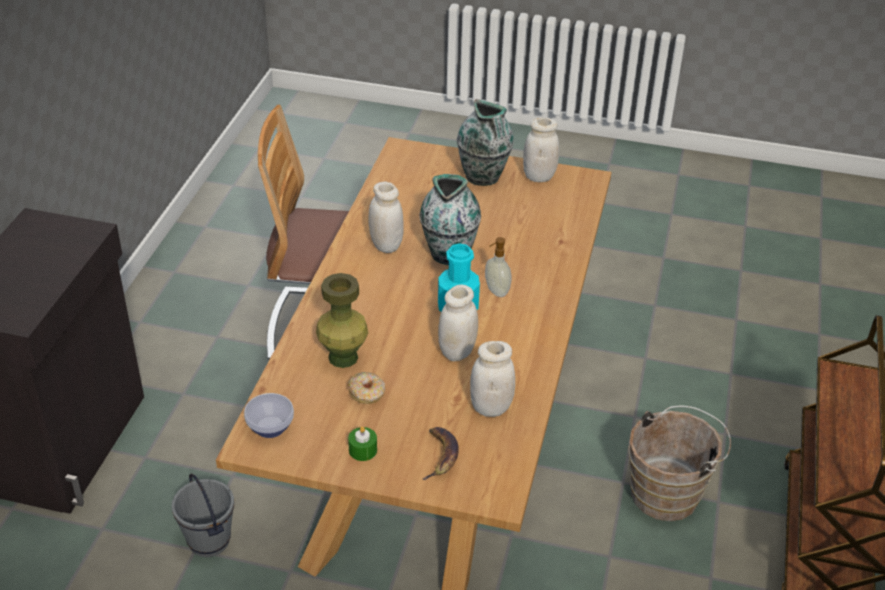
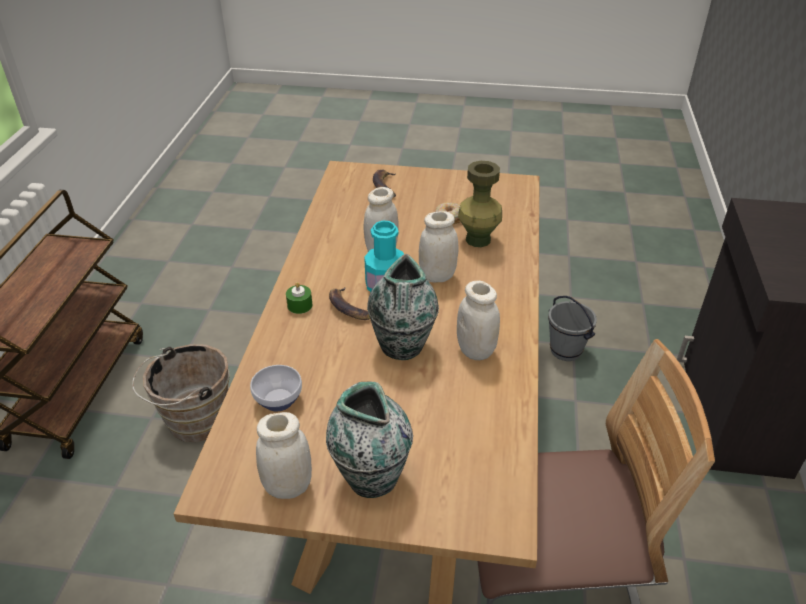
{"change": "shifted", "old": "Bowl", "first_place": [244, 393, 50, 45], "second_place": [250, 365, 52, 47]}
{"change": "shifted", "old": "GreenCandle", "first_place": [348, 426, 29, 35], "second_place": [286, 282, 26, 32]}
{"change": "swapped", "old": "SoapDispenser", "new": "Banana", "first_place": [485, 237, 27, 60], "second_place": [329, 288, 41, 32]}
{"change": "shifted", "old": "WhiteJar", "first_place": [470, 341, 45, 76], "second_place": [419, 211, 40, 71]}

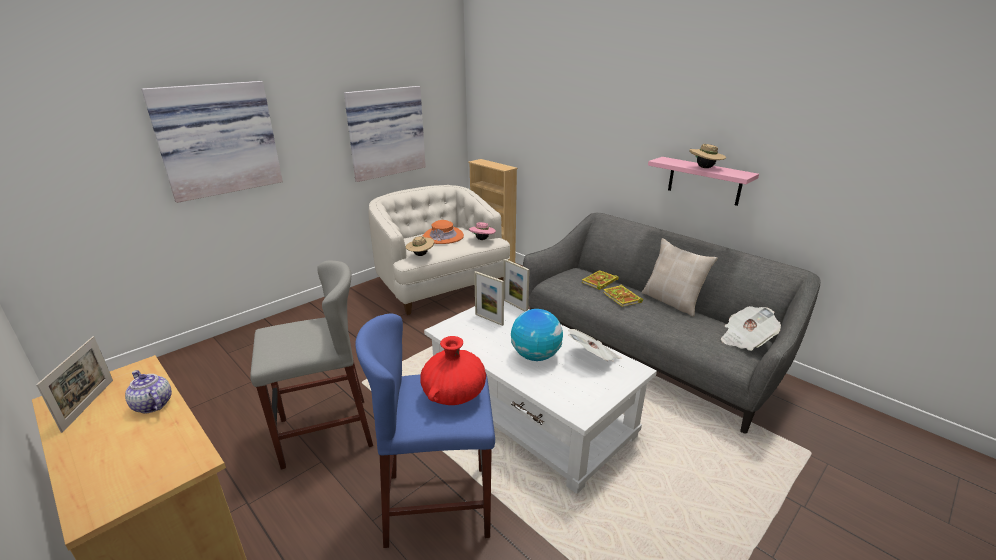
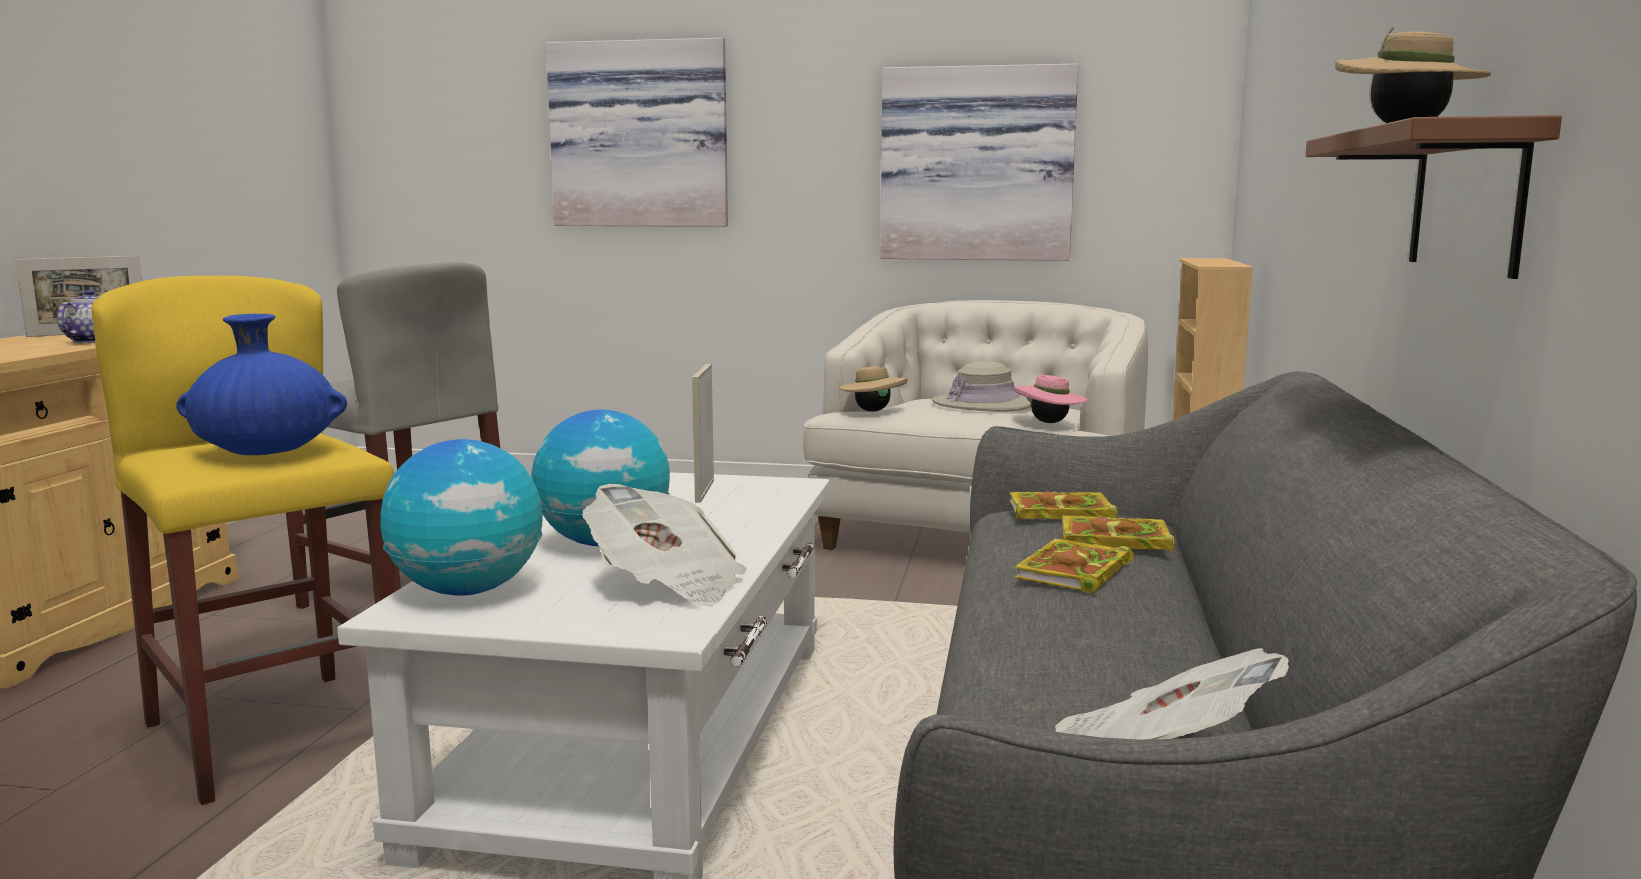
{"change": "repainted", "old": "BlueStool", "new": "YellowStool", "first_place": [356, 313, 139, 235], "second_place": [91, 276, 305, 529]}
{"change": "repainted", "old": "RedVase", "new": "BlueVase", "first_place": [420, 336, 66, 69], "second_place": [176, 314, 171, 141]}
{"change": "new", "new": "Globe", "second_place": [380, 439, 163, 157]}
{"change": "repainted", "old": "OrangeHat", "new": "BeigeHat", "first_place": [423, 220, 41, 24], "second_place": [932, 361, 99, 51]}
{"change": "new", "new": "Book", "second_place": [1010, 492, 107, 27]}
{"change": "repainted", "old": "PinkShelf", "new": "BrownShelf", "first_place": [648, 157, 111, 49], "second_place": [1305, 115, 257, 164]}
{"change": "gone", "old": "PictureFrame", "first_place": [503, 259, 27, 52]}
{"change": "gone", "old": "BeigePillow", "first_place": [641, 238, 77, 79]}

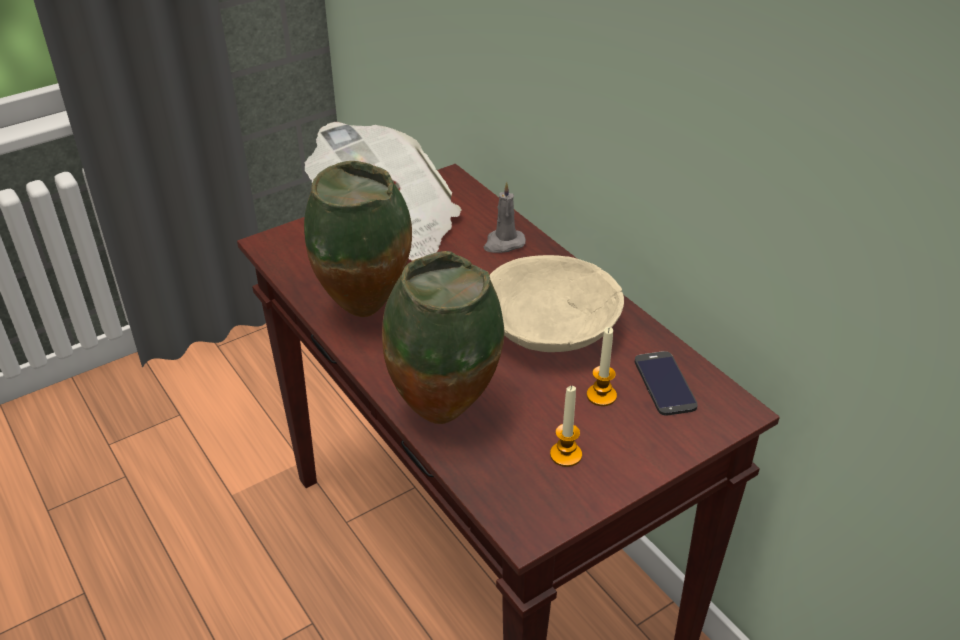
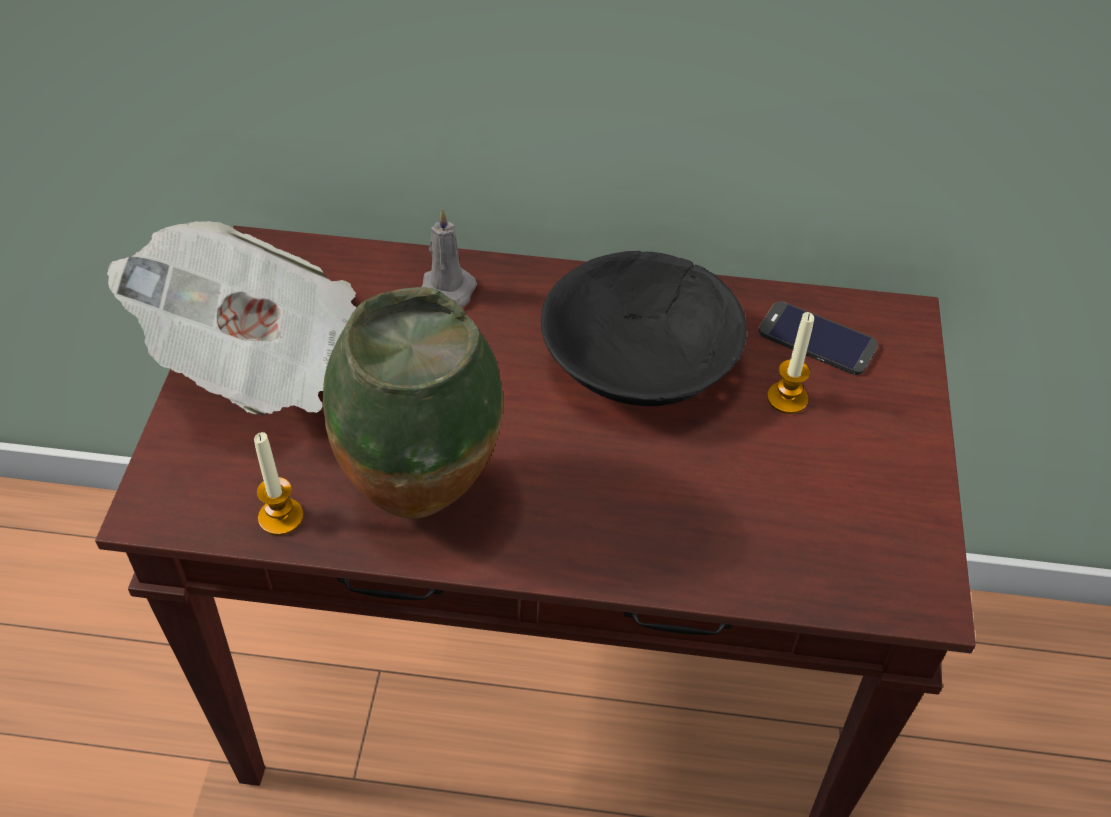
{"change": "shifted", "old": "Candle", "first_place": [550, 386, 32, 81], "second_place": [254, 432, 50, 104]}
{"change": "repainted", "old": "BeigeBowl", "new": "BlackBowl", "first_place": [490, 255, 134, 97], "second_place": [541, 251, 206, 155]}
{"change": "gone", "old": "Vase", "first_place": [382, 251, 122, 173]}

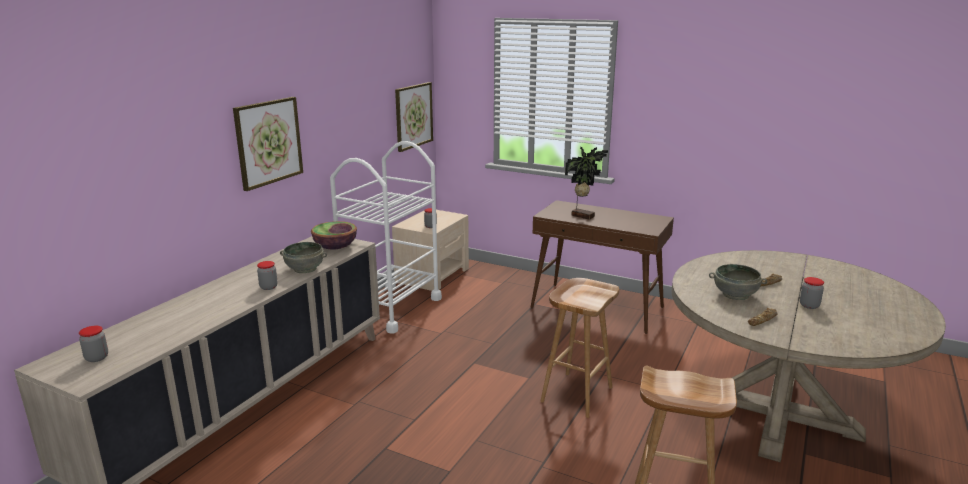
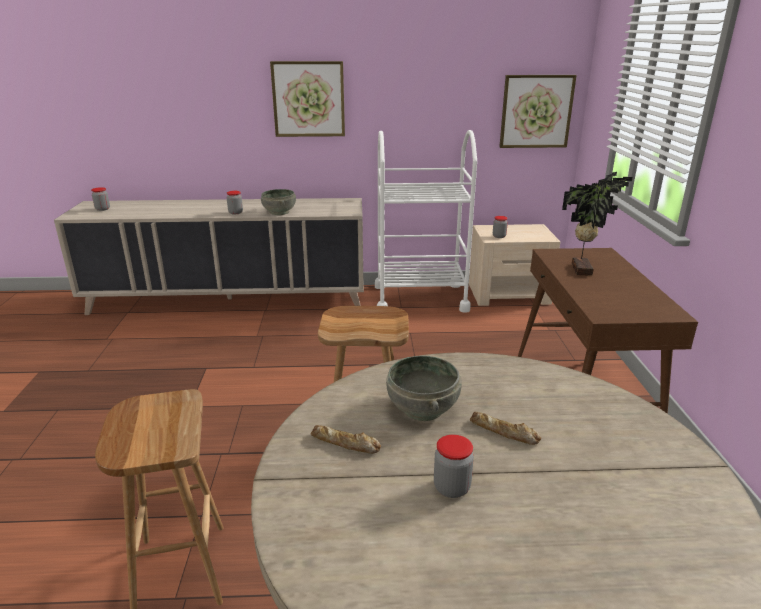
{"change": "gone", "old": "Bowl", "first_place": [311, 221, 46, 29]}

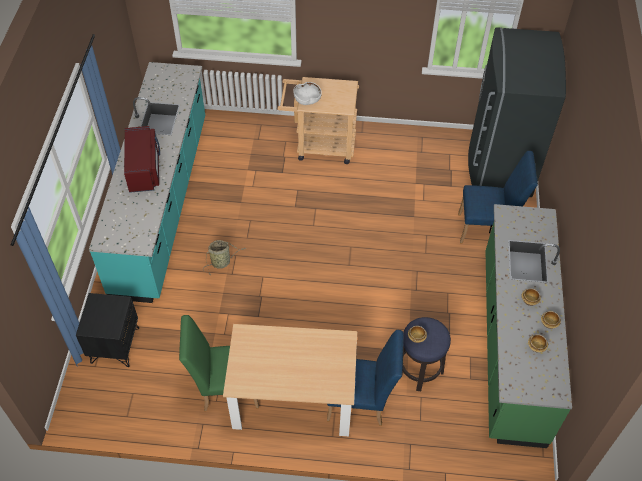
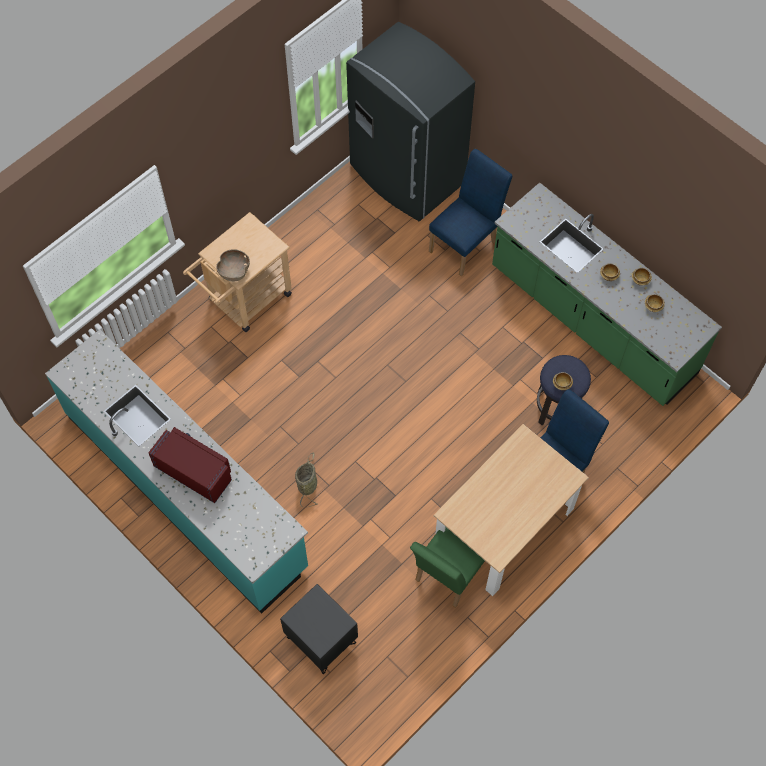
{"change": "repainted", "old": "WhiteBowl", "new": "BrownBowl", "first_place": [293, 82, 29, 23], "second_place": [216, 249, 34, 33]}

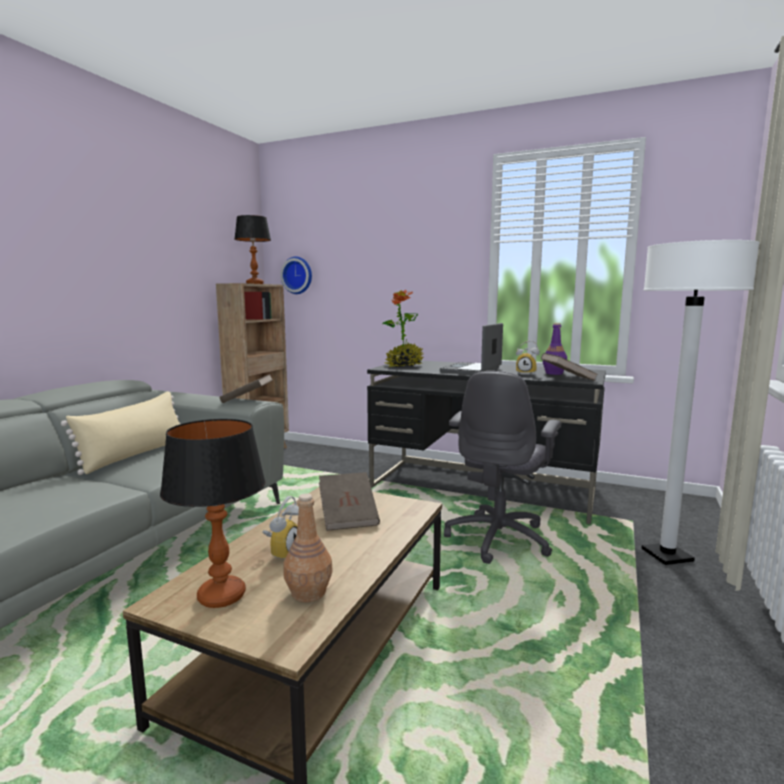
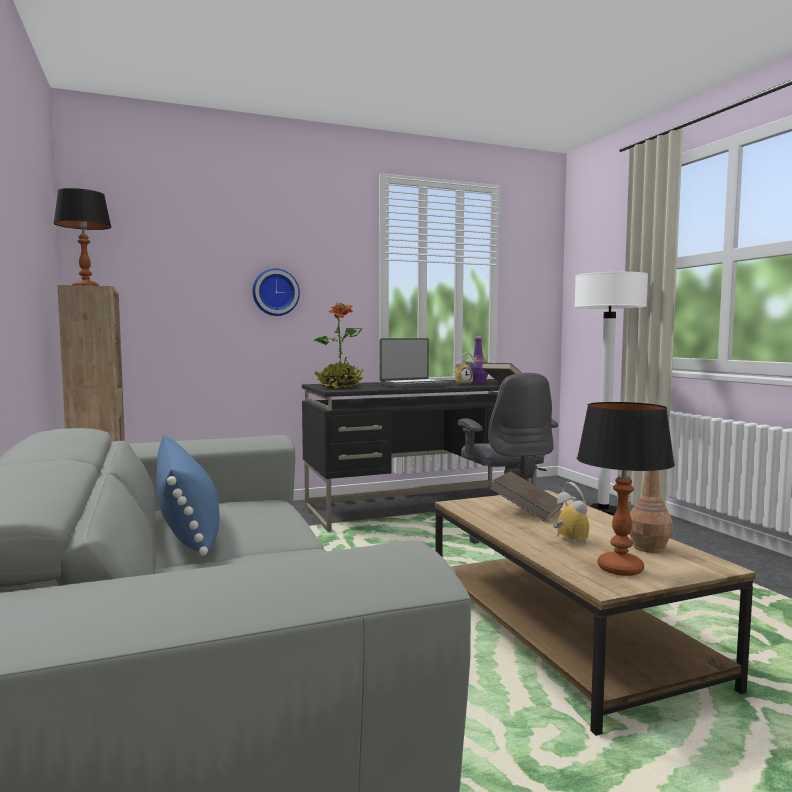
{"change": "repainted", "old": "BeigePillow", "new": "BluePillow", "first_place": [61, 391, 119, 84], "second_place": [156, 435, 63, 121]}
{"change": "shifted", "old": "WallClock", "first_place": [280, 256, 32, 38], "second_place": [253, 268, 47, 48]}
{"change": "rotated", "old": "Laptop", "first_place": [440, 323, 63, 52], "second_place": [380, 338, 72, 50], "degrees": -105}
{"change": "gone", "old": "BrownBook", "first_place": [220, 374, 52, 29]}

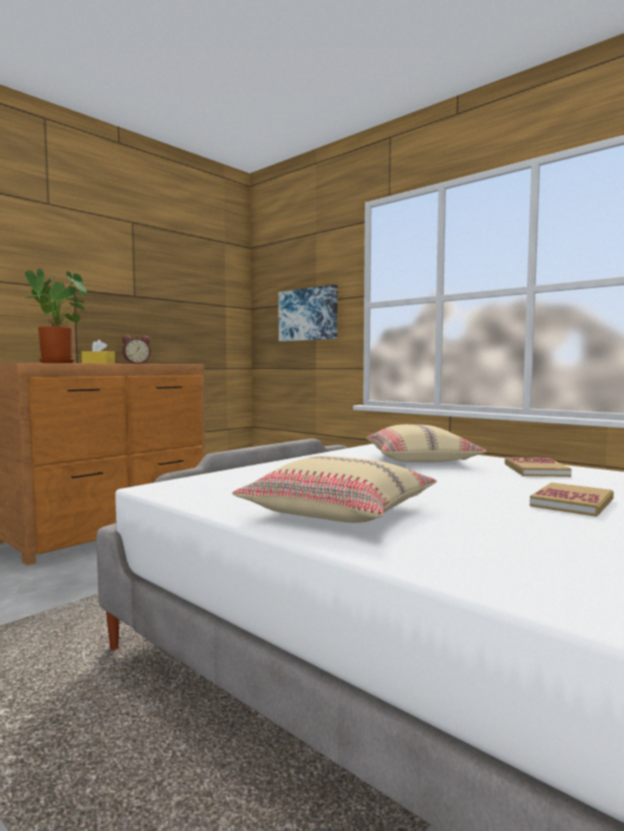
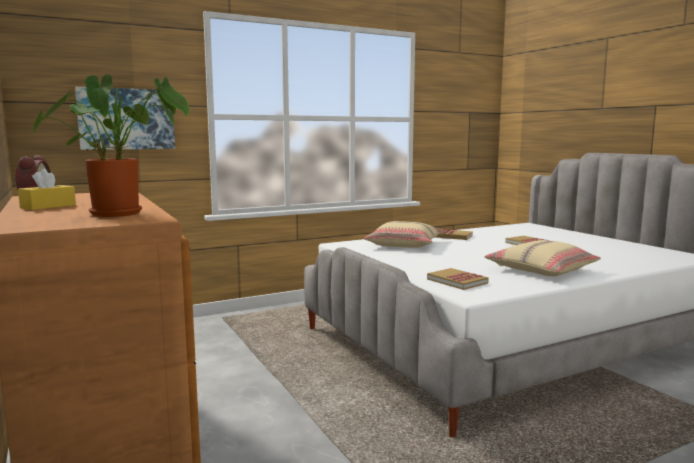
{"change": "new", "new": "Book", "second_place": [427, 268, 62, 22]}

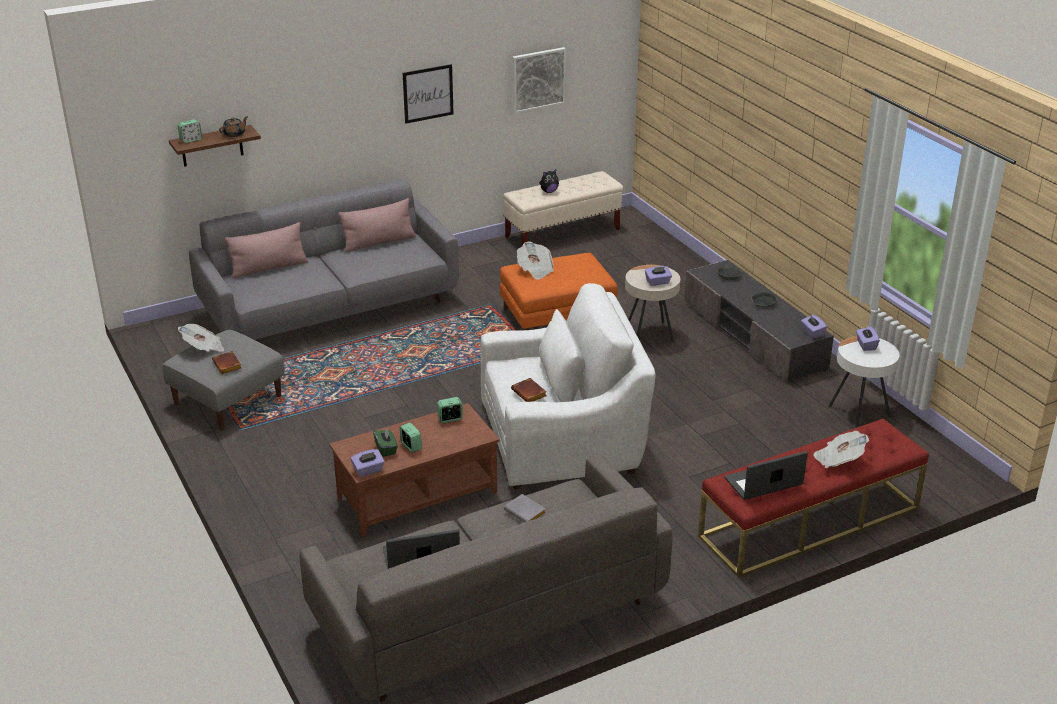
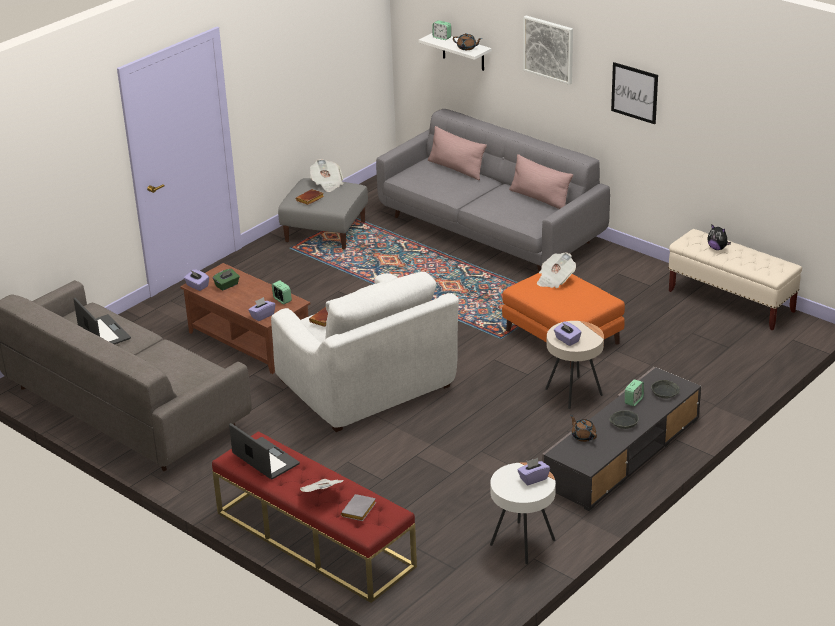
{"change": "shifted", "old": "PurpleTissueBox", "first_place": [801, 315, 26, 23], "second_place": [248, 297, 27, 24]}
{"change": "shifted", "old": "GreyBook", "first_place": [504, 494, 42, 29], "second_place": [341, 494, 35, 27]}
{"change": "repainted", "old": "BrownShelf", "new": "WhiteShelf", "first_place": [169, 125, 92, 42], "second_place": [419, 33, 73, 38]}
{"change": "shifted", "old": "Picture", "first_place": [512, 47, 54, 67], "second_place": [523, 16, 50, 69]}
{"change": "new", "new": "BrownTeapot", "second_place": [570, 415, 27, 27]}
{"change": "shifted", "old": "AlarmClock", "first_place": [400, 423, 22, 30], "second_place": [625, 379, 19, 27]}

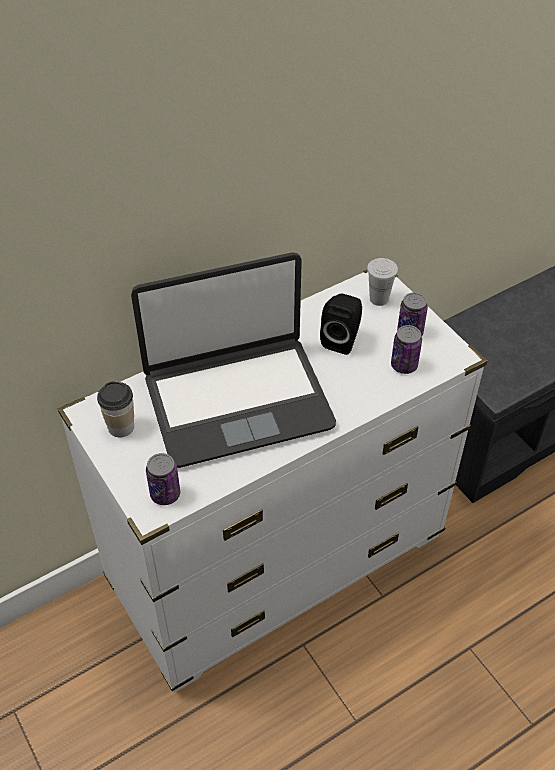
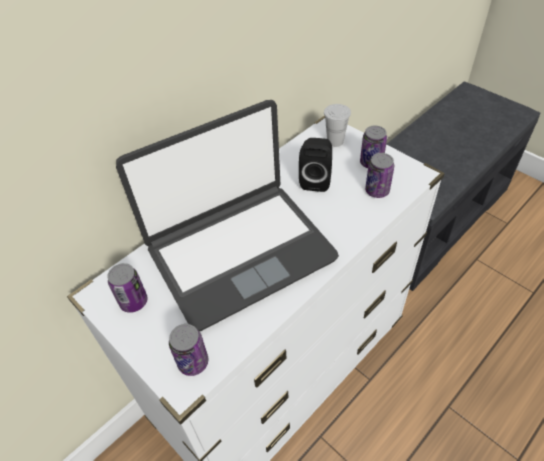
{"change": "swapped", "old": "Cup", "new": "Can", "first_place": [97, 381, 37, 56], "second_place": [107, 263, 41, 50]}

